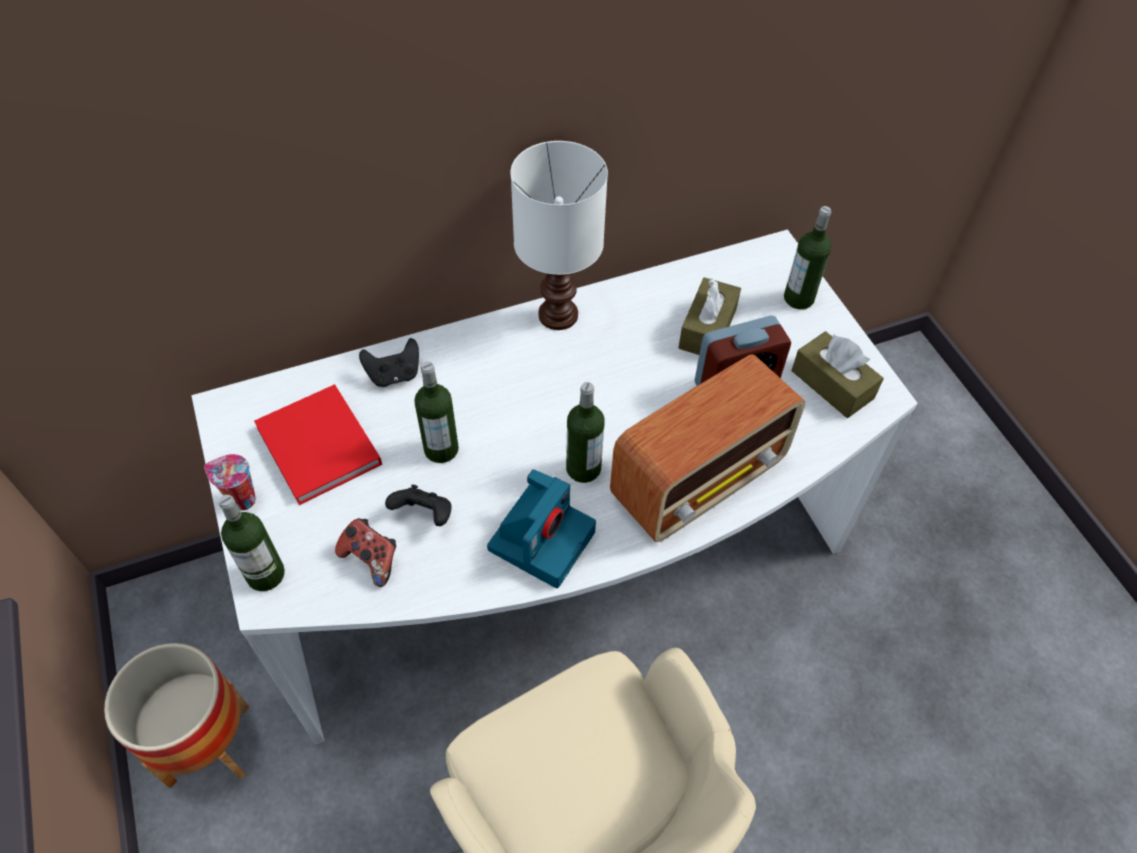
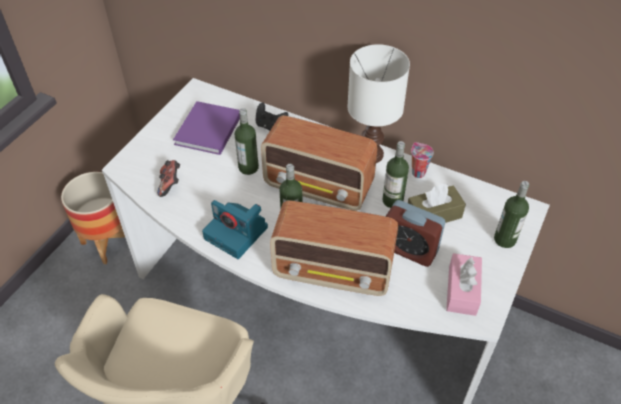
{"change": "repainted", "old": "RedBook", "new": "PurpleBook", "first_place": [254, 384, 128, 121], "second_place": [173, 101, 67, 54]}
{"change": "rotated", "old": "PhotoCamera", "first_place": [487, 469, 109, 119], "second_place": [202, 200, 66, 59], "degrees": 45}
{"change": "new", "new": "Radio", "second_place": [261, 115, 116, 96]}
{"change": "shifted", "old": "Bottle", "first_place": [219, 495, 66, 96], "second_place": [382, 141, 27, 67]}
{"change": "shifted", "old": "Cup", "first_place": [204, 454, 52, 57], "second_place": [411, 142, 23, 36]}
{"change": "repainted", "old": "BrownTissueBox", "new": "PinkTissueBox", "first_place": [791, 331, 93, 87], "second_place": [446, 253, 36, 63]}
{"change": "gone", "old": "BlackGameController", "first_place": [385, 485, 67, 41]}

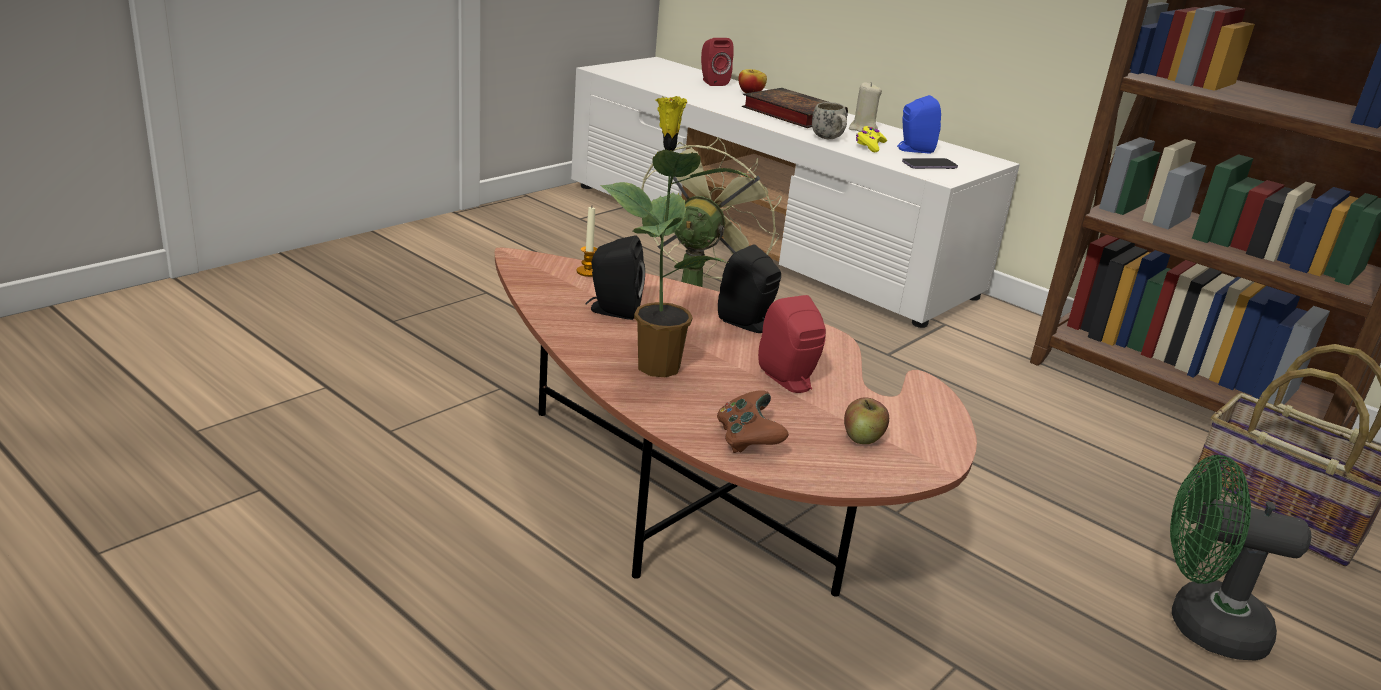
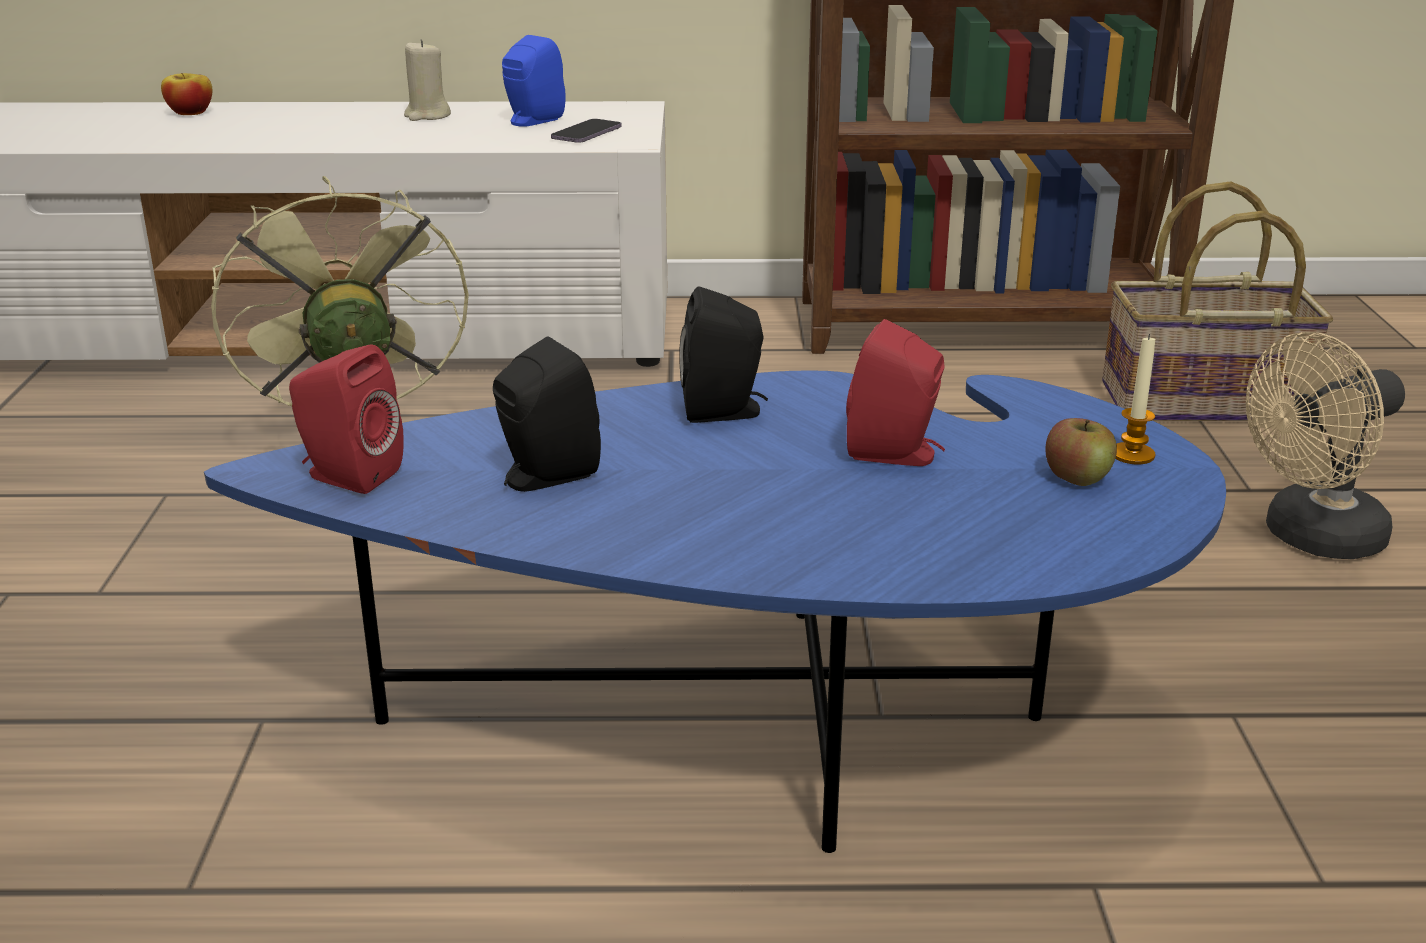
{"change": "repainted", "old": "BrownCoffeeTable", "new": "BlueCoffeeTable", "first_place": [495, 248, 482, 349], "second_place": [204, 370, 1022, 483]}
{"change": "shifted", "old": "RedSpeaker", "first_place": [701, 38, 33, 48], "second_place": [289, 345, 115, 149]}
{"change": "shifted", "old": "Candle", "first_place": [576, 207, 21, 70], "second_place": [1115, 334, 41, 130]}
{"change": "repainted", "old": "GreenFan", "new": "BeigeFan", "first_place": [1170, 455, 141, 206], "second_place": [1246, 332, 159, 227]}
{"change": "gone", "old": "PottedPlant", "first_place": [600, 96, 153, 281]}
{"change": "gone", "old": "BrownGameController", "first_place": [717, 390, 72, 63]}
{"change": "gone", "old": "Book", "first_place": [742, 88, 106, 40]}
{"change": "gone", "old": "WhiteMug", "first_place": [812, 102, 35, 37]}
{"change": "gone", "old": "YellowGameController", "first_place": [856, 126, 31, 26]}

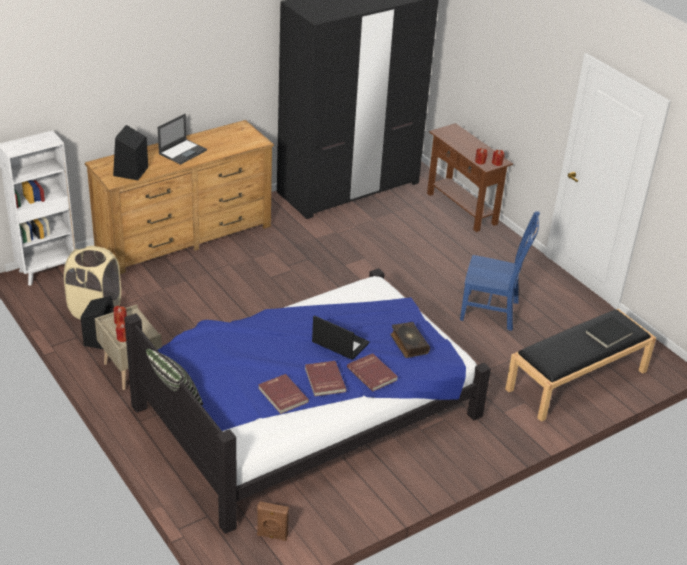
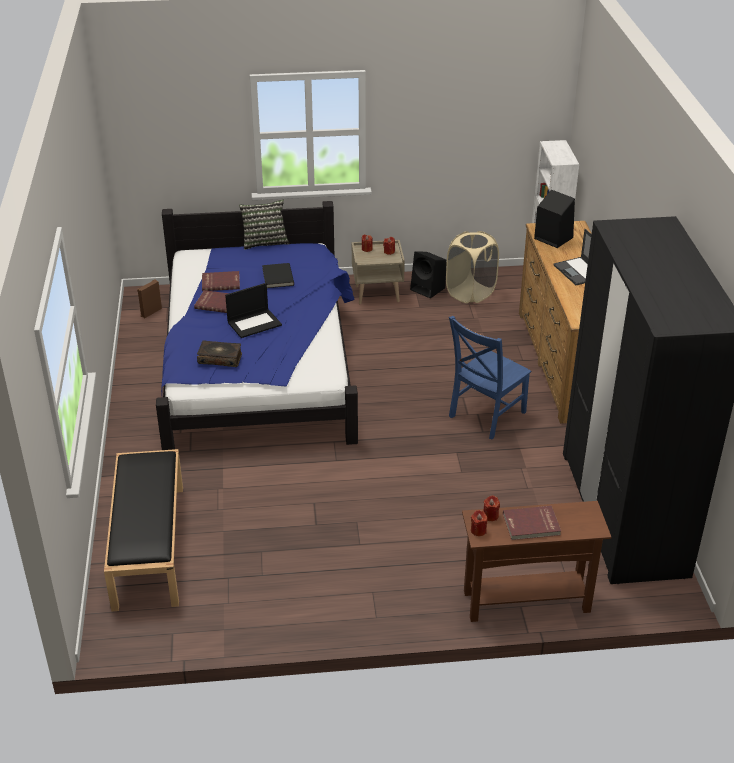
{"change": "shifted", "old": "BlackBook", "first_place": [585, 317, 49, 32], "second_place": [262, 263, 32, 25]}
{"change": "shifted", "old": "BlueChair", "first_place": [460, 212, 80, 119], "second_place": [449, 316, 82, 124]}
{"change": "shifted", "old": "RedBook", "first_place": [347, 353, 51, 39], "second_place": [503, 506, 58, 34]}

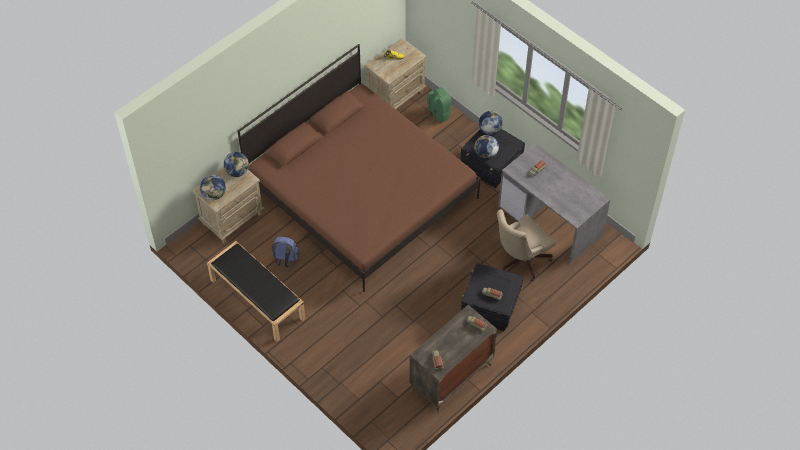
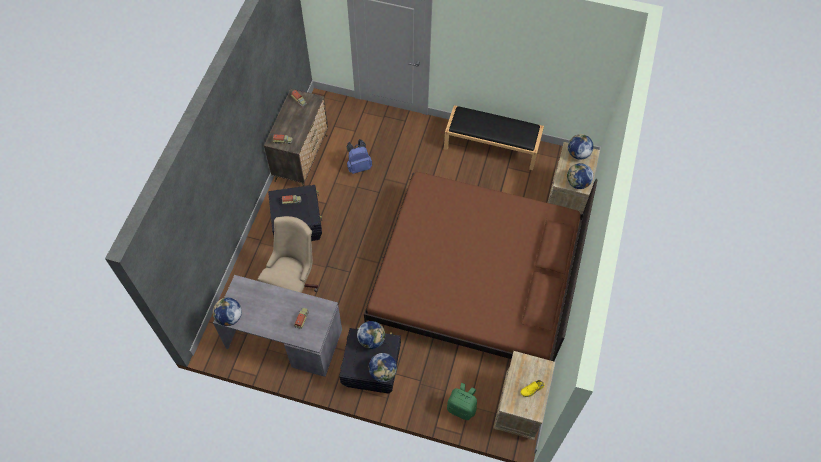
{"change": "new", "new": "Globe", "second_place": [213, 298, 29, 28]}
{"change": "shifted", "old": "BlueBackpack", "first_place": [272, 236, 27, 31], "second_place": [347, 139, 25, 35]}

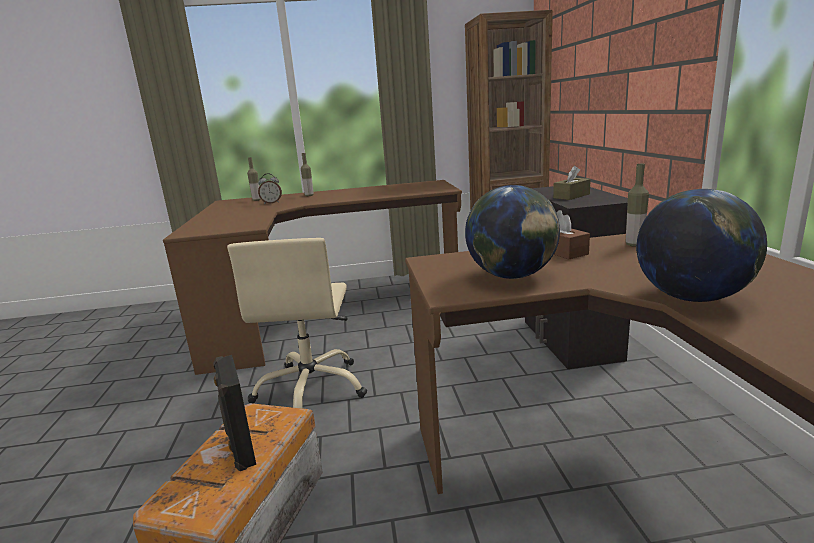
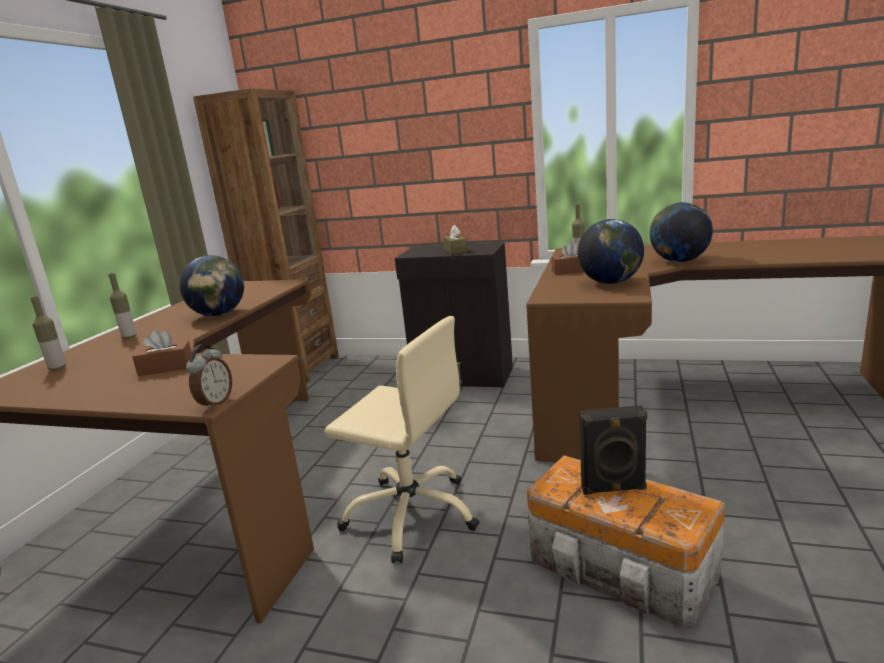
{"change": "new", "new": "BrownTissueBox", "second_place": [132, 329, 60, 47]}
{"change": "new", "new": "Globe", "second_place": [179, 255, 65, 62]}
{"change": "shifted", "old": "AlarmClock", "first_place": [258, 173, 24, 31], "second_place": [186, 344, 46, 66]}

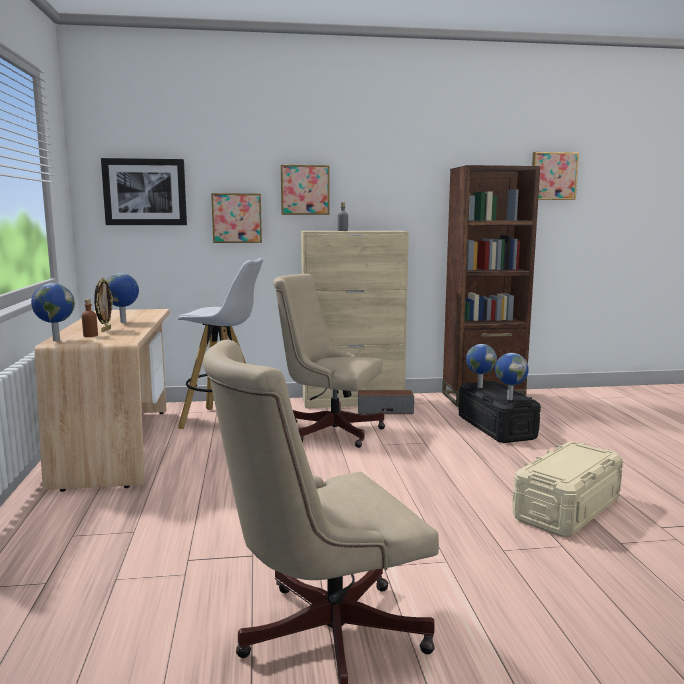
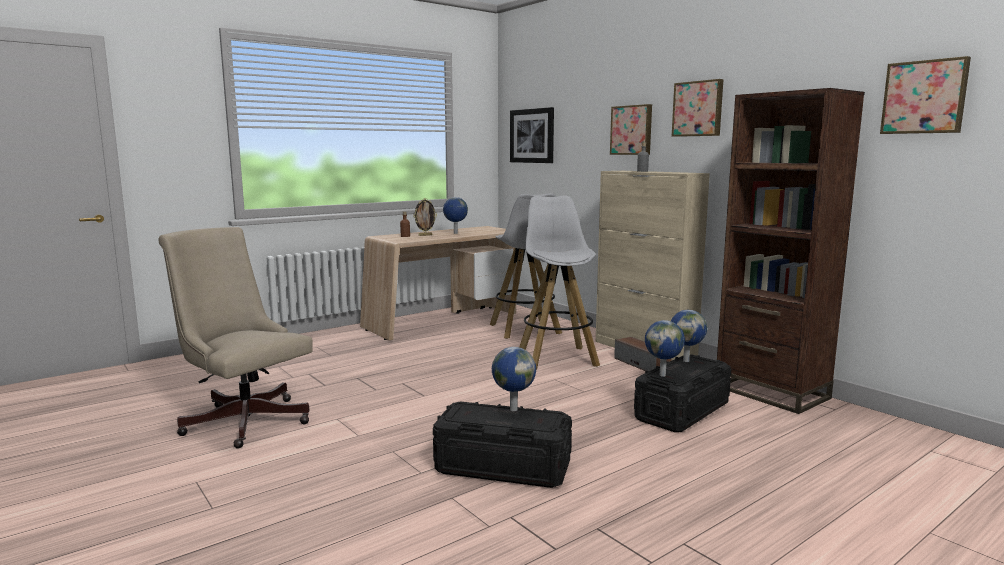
{"change": "repainted", "old": "BeigeStorageBox", "new": "BlackStorageBox", "first_place": [512, 442, 111, 95], "second_place": [433, 402, 139, 86]}
{"change": "shifted", "old": "Globe", "first_place": [31, 283, 44, 58], "second_place": [492, 347, 44, 64]}
{"change": "swapped", "old": "BeigeOfficeChair", "new": "WhiteStool", "first_place": [273, 274, 112, 174], "second_place": [519, 195, 81, 175]}
{"change": "shifted", "old": "Picture", "first_place": [211, 193, 51, 50], "second_place": [672, 79, 51, 58]}

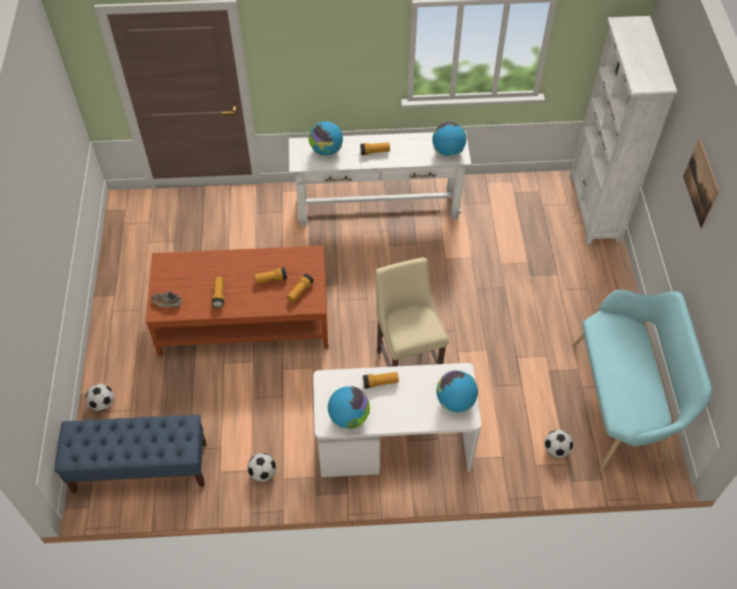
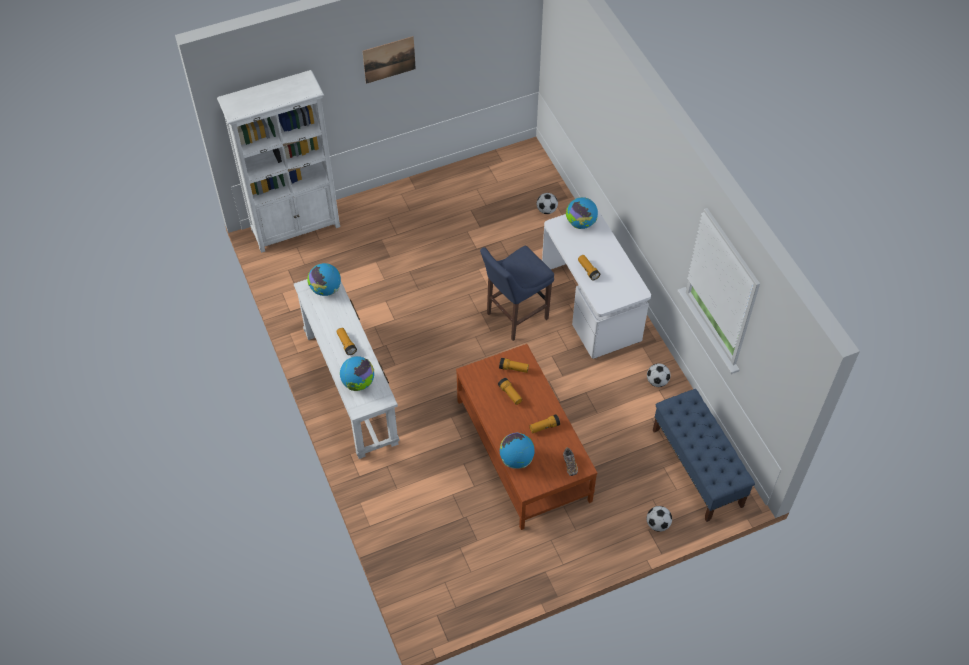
{"change": "repainted", "old": "BeigeStool", "new": "BlueStool", "first_place": [375, 257, 74, 110], "second_place": [480, 246, 74, 95]}
{"change": "shifted", "old": "Globe", "first_place": [328, 386, 42, 43], "second_place": [500, 433, 35, 36]}
{"change": "gone", "old": "TurquoiseBench", "first_place": [572, 289, 140, 183]}

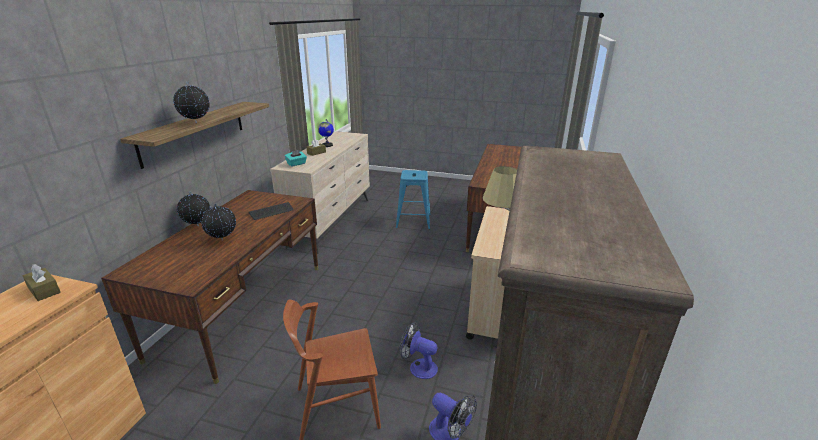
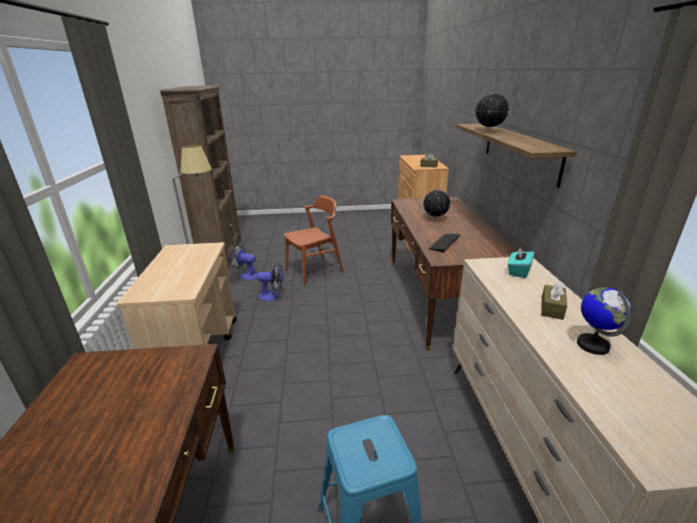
{"change": "gone", "old": "Globe", "first_place": [177, 192, 33, 34]}

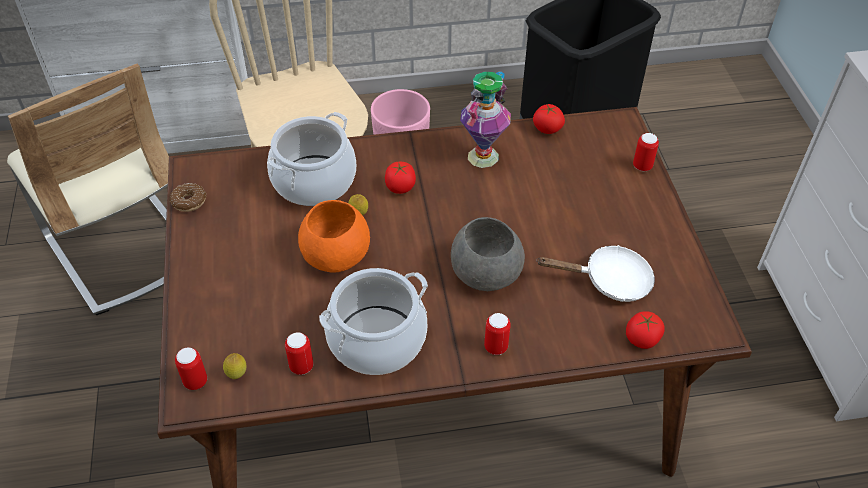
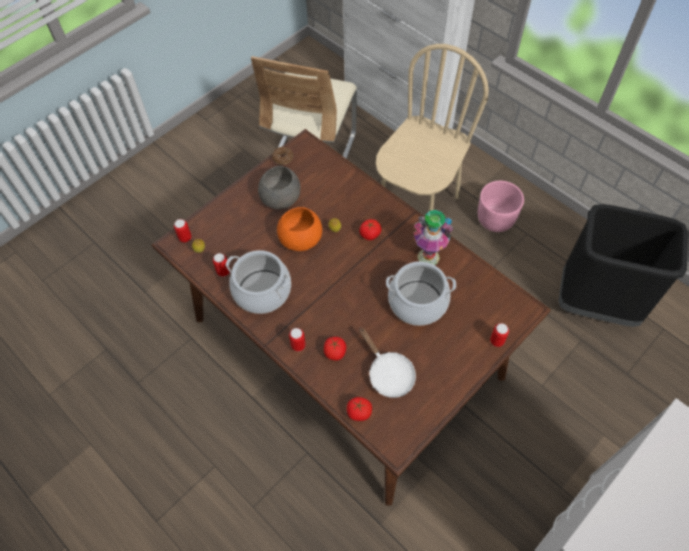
{"change": "shifted", "old": "GreyBowl", "first_place": [451, 217, 74, 74], "second_place": [258, 166, 42, 43]}
{"change": "shifted", "old": "Tomato", "first_place": [533, 104, 32, 30], "second_place": [324, 337, 22, 23]}
{"change": "shifted", "old": "CookingPot", "first_place": [267, 112, 89, 94], "second_place": [386, 261, 70, 65]}

